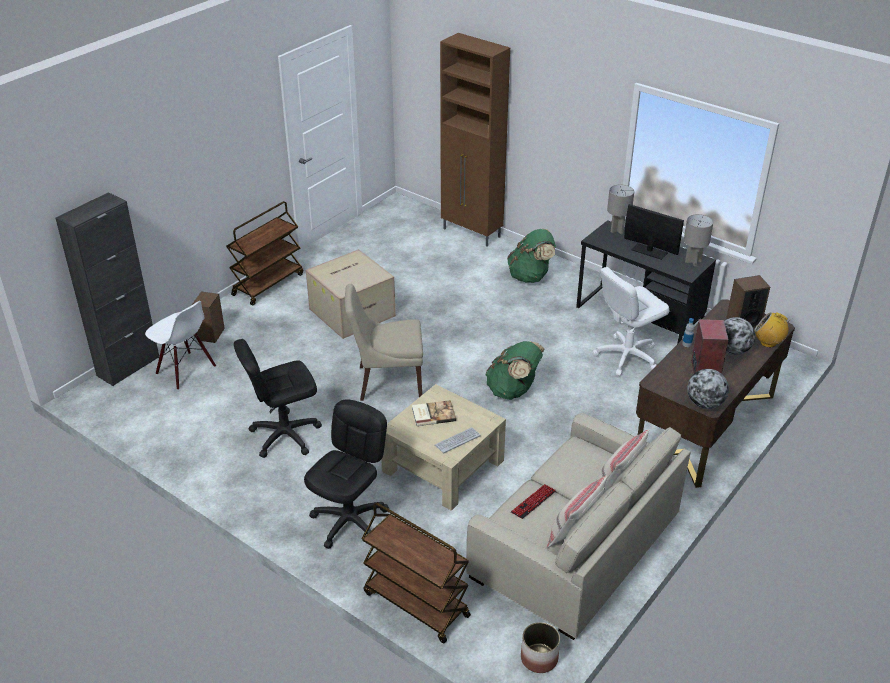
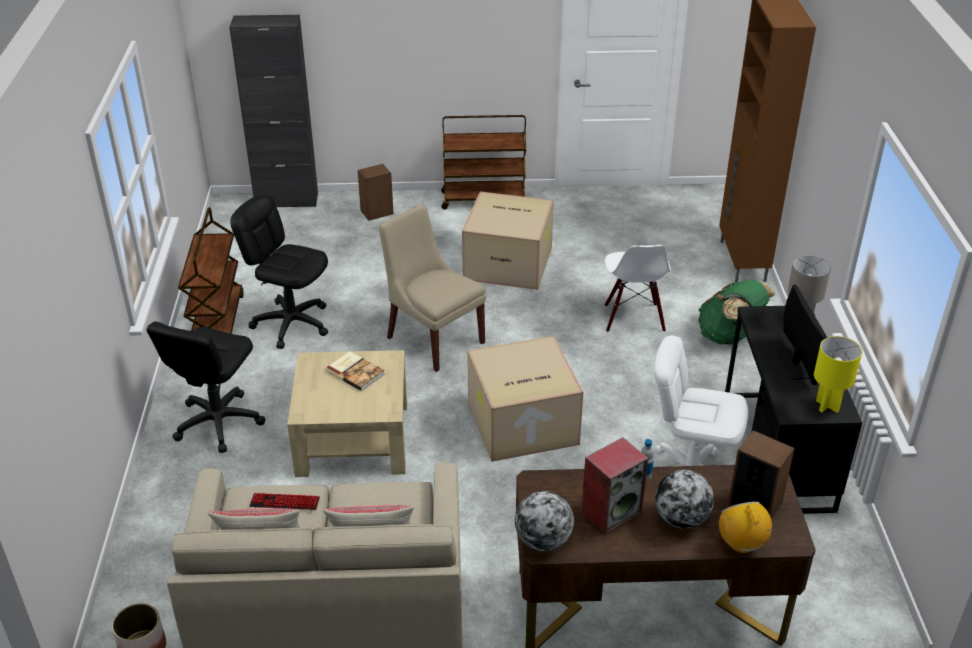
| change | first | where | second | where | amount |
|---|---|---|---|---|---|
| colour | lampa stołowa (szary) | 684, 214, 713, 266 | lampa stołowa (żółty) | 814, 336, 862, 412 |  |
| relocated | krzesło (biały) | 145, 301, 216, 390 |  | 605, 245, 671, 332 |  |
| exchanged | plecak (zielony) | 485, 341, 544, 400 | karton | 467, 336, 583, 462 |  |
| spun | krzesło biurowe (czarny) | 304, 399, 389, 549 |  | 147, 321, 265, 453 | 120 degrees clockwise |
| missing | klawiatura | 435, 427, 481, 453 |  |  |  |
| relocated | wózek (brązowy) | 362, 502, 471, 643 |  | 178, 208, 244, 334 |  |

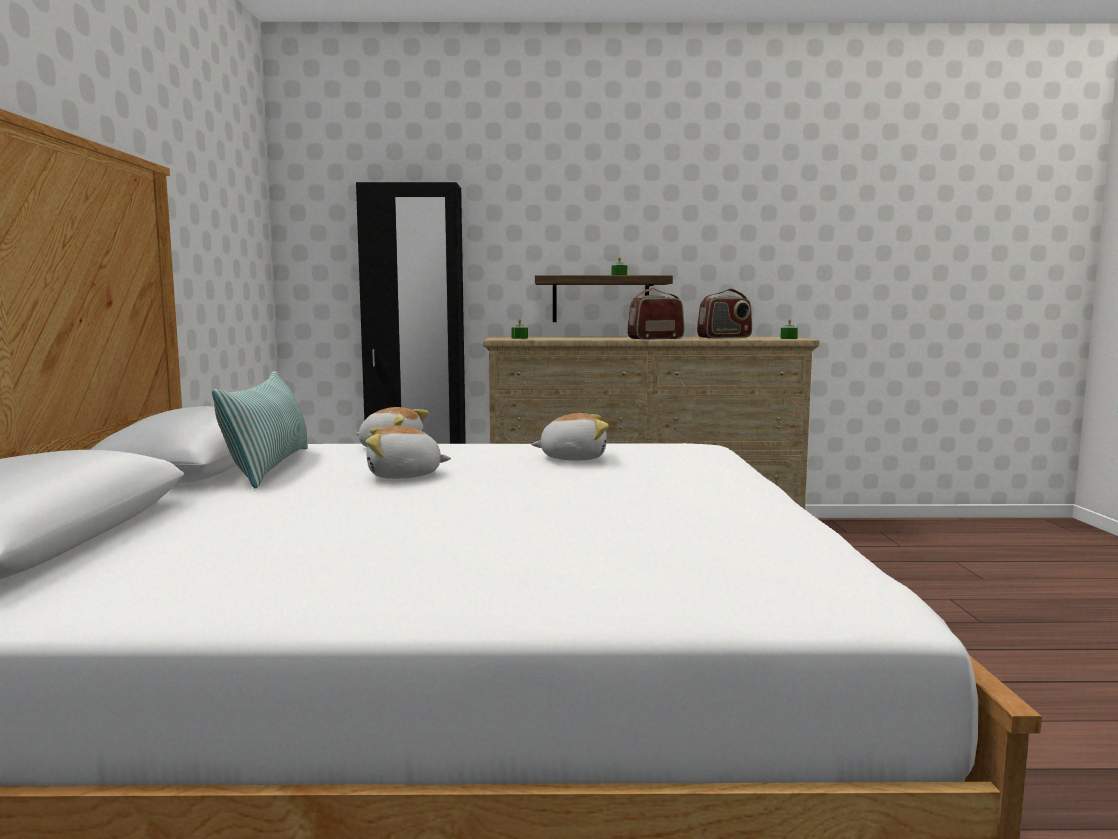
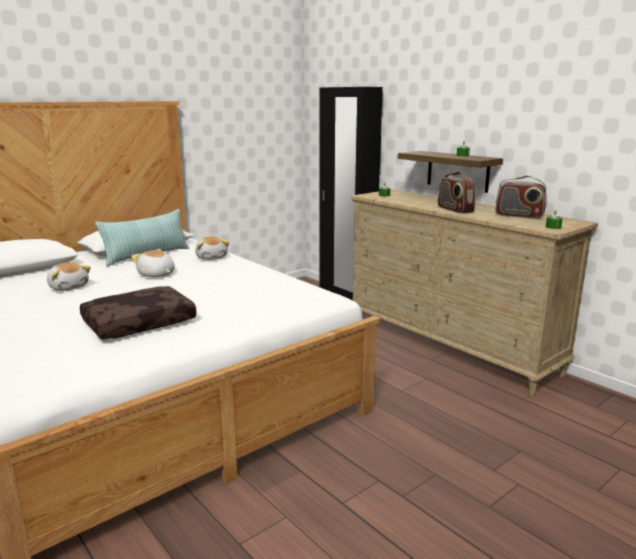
| change | first | where | second | where | amount |
|---|---|---|---|---|---|
| spun | radio | 627, 288, 684, 340 |  | 438, 172, 475, 213 | 135 degrees counterclockwise |
| relocated | pluszak | 531, 413, 609, 460 |  | 47, 262, 91, 291 |  |
| appeared |  |  | poduszka (brązowy) | 80, 286, 197, 340 |  |

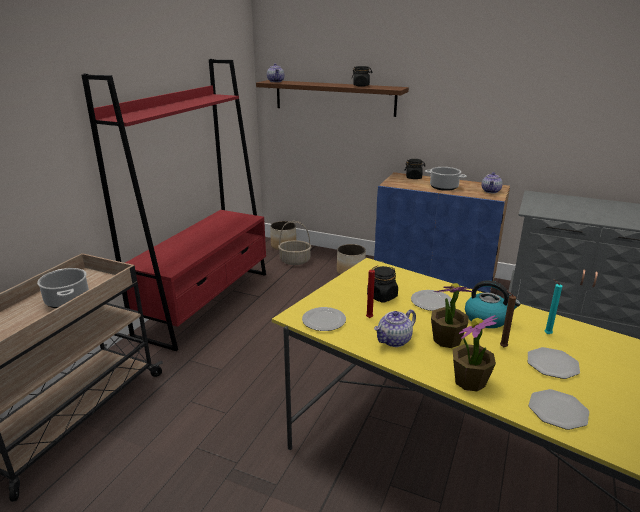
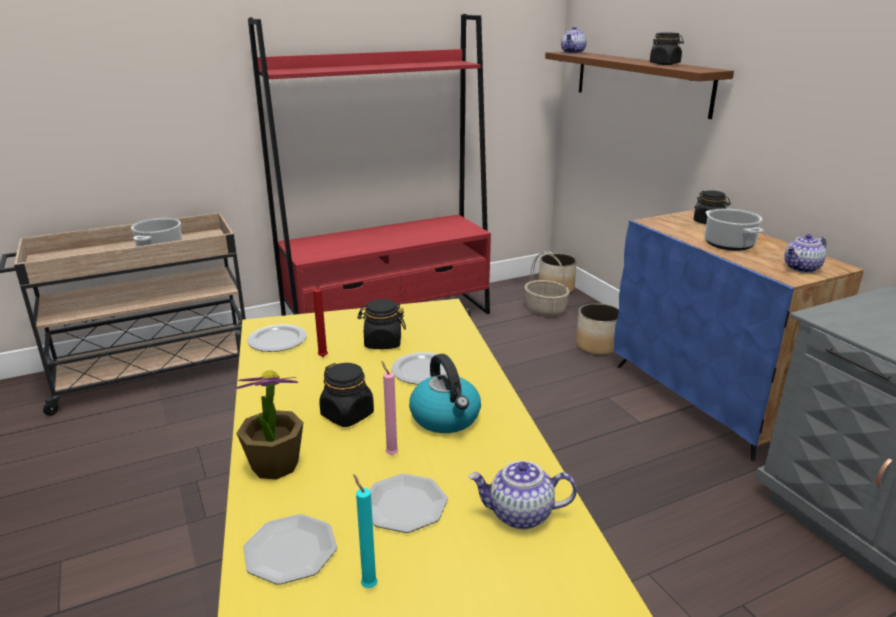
| change | first | where | second | where | amount |
|---|---|---|---|---|---|
| relocated | świeca (turkusowy) | 545, 279, 562, 334 |  | 353, 474, 378, 588 |  |
| exchanged | roślina doniczkowa | 431, 283, 475, 348 | słoik (czarny) | 319, 363, 374, 427 |  |
| colour | świeca (brązowy) | 500, 290, 516, 347 | świeca (różowy) | 381, 361, 399, 455 |  |
| relocated | imbryk | 374, 309, 416, 347 |  | 469, 461, 577, 529 |  |

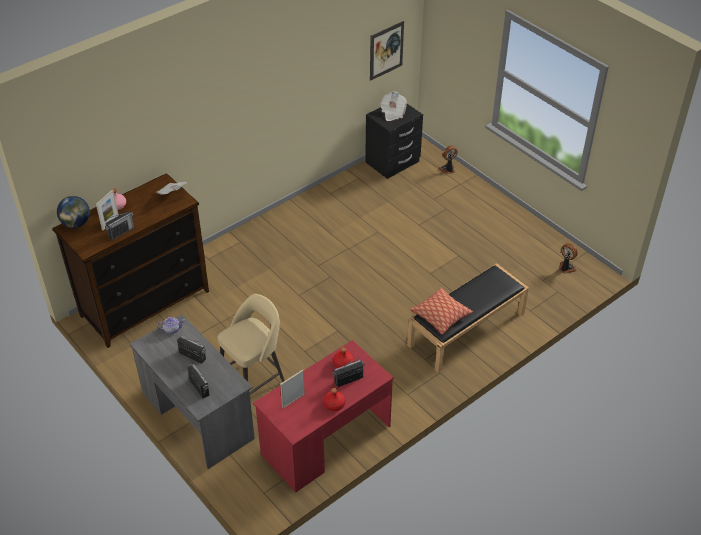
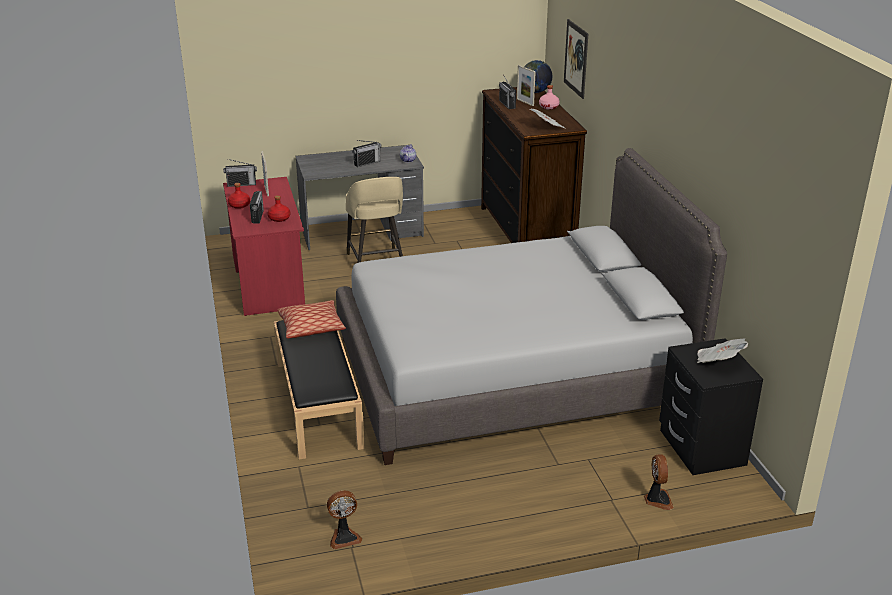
| change | first | where | second | where | amount |
|---|---|---|---|---|---|
| relocated | obraz | 370, 21, 404, 81 |  | 564, 19, 588, 99 |  |
| relocated | radio | 187, 364, 210, 398 |  | 223, 159, 257, 187 |  |
| appeared |  |  | łóżko (szary) | 336, 148, 727, 465 |  |

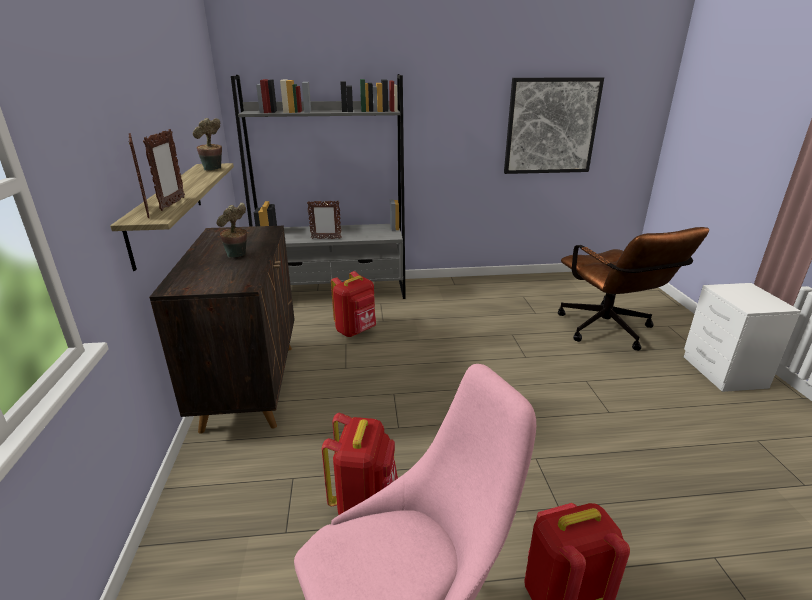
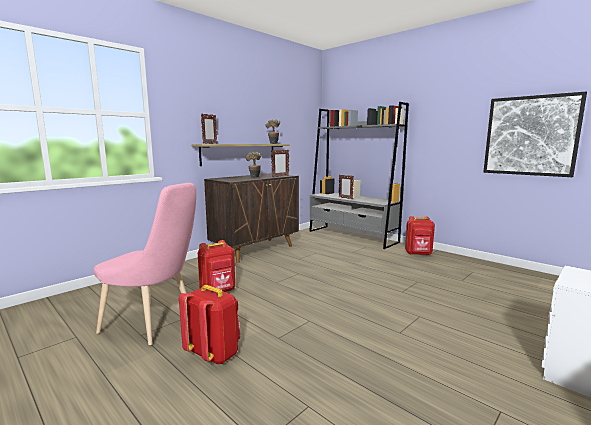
| change | first | where | second | where | amount |
|---|---|---|---|---|---|
| relocated | ramka na zdjęcie | 143, 129, 185, 211 |  | 271, 150, 289, 177 |  |
| missing | krzesło biurowe (brązowy) | 558, 227, 709, 351 |  |  |  |
| relocated | plecak (czerwony) | 331, 271, 376, 337 |  | 405, 216, 435, 255 |  |

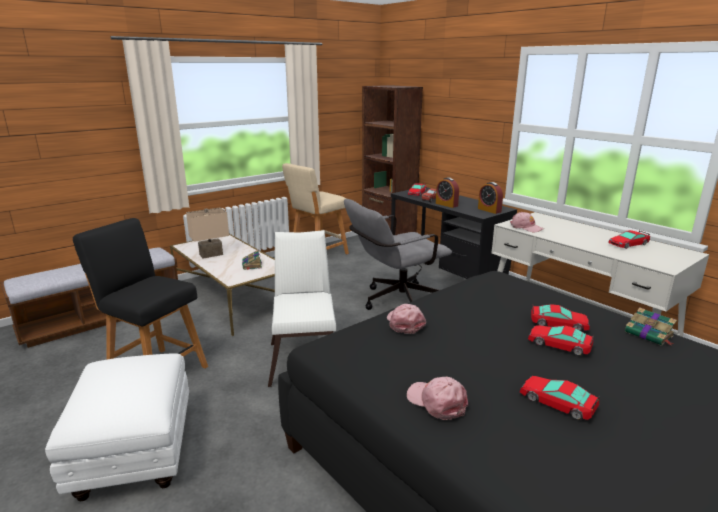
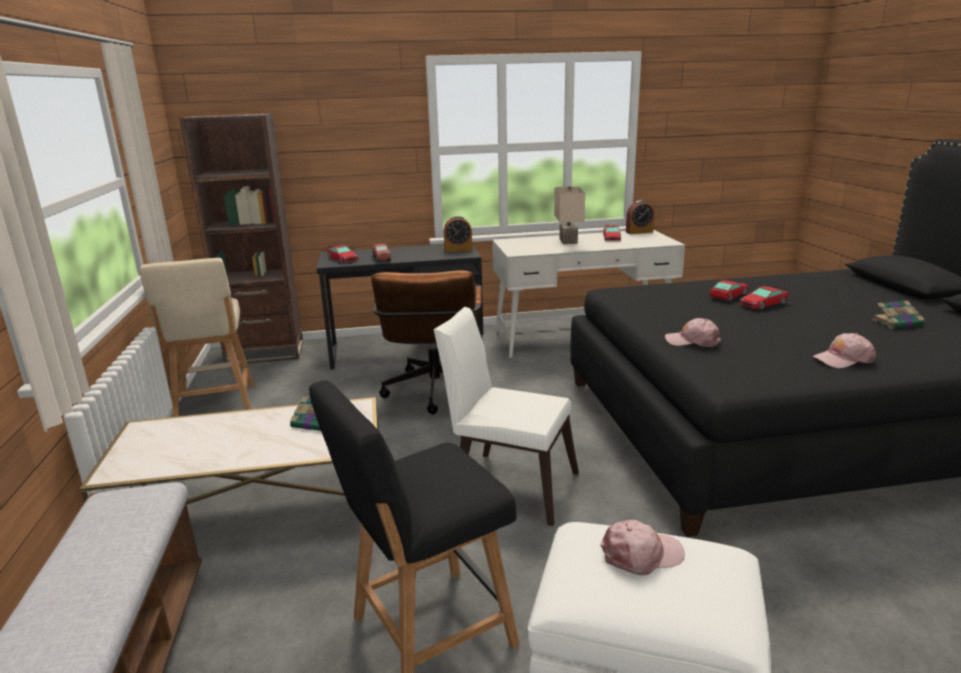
| change | first | where | second | where | amount |
|---|---|---|---|---|---|
| relocated | budzik | 436, 177, 459, 208 |  | 626, 200, 654, 234 |  |
| colour | krzesło biurowe (szary) | 344, 199, 452, 310 | krzesło biurowe (brązowy) | 371, 270, 482, 414 |  |
| relocated | lampa stołowa (beżowy) | 186, 207, 229, 259 |  | 554, 186, 585, 244 |  |
| relocated | czapka z daszkiem (różowy) | 510, 212, 544, 232 |  | 600, 520, 685, 576 |  |
| relocated | książka | 625, 308, 677, 346 |  | 872, 300, 926, 329 |  |
| missing | samochodzik | 520, 376, 600, 420 |  |  |  |

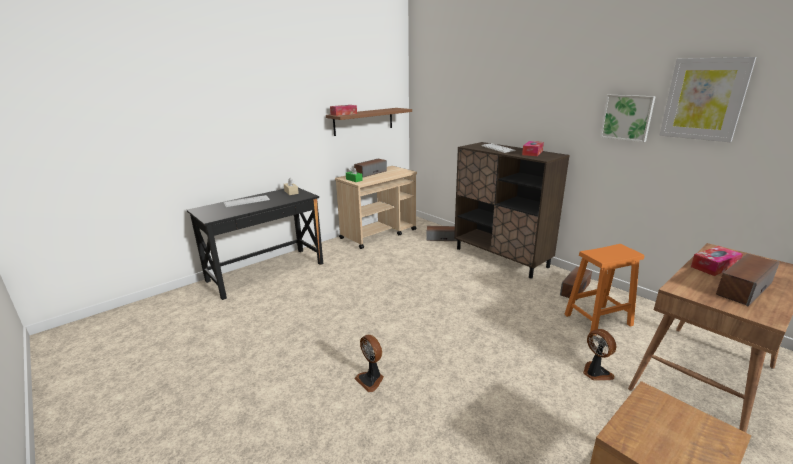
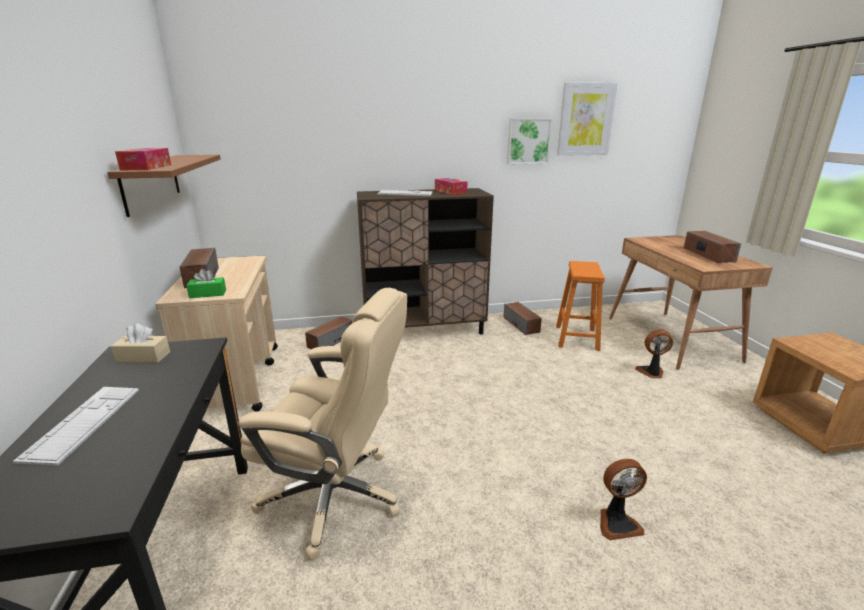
| change | first | where | second | where | amount |
|---|---|---|---|---|---|
| missing | pudełko chusteczek | 691, 246, 743, 276 |  |  |  |
| appeared |  |  | krzesło biurowe (beżowy) | 238, 288, 407, 560 |  |

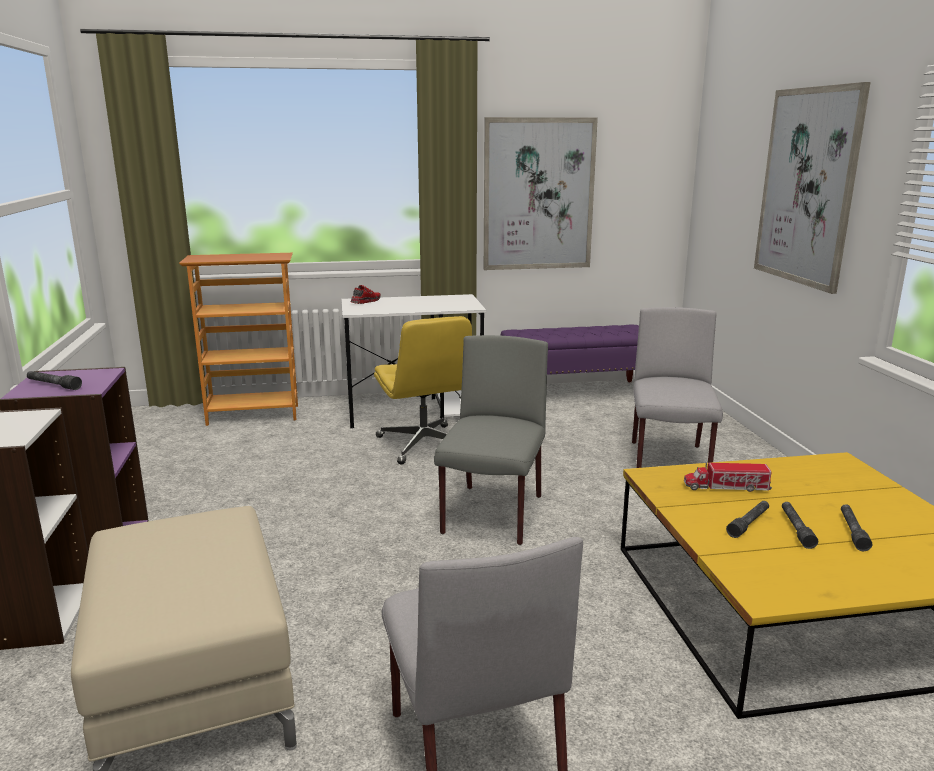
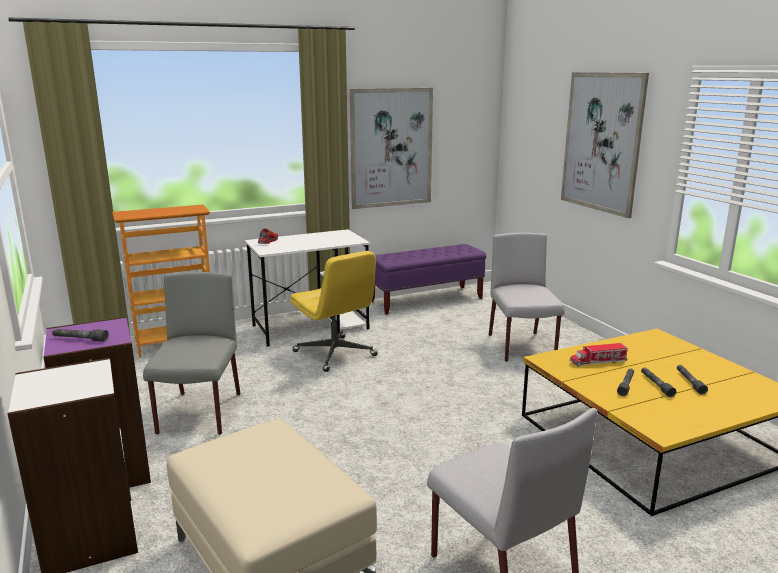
| change | first | where | second | where | amount |
|---|---|---|---|---|---|
| relocated | krzesło (szary) | 434, 335, 548, 545 |  | 143, 272, 240, 435 |  |

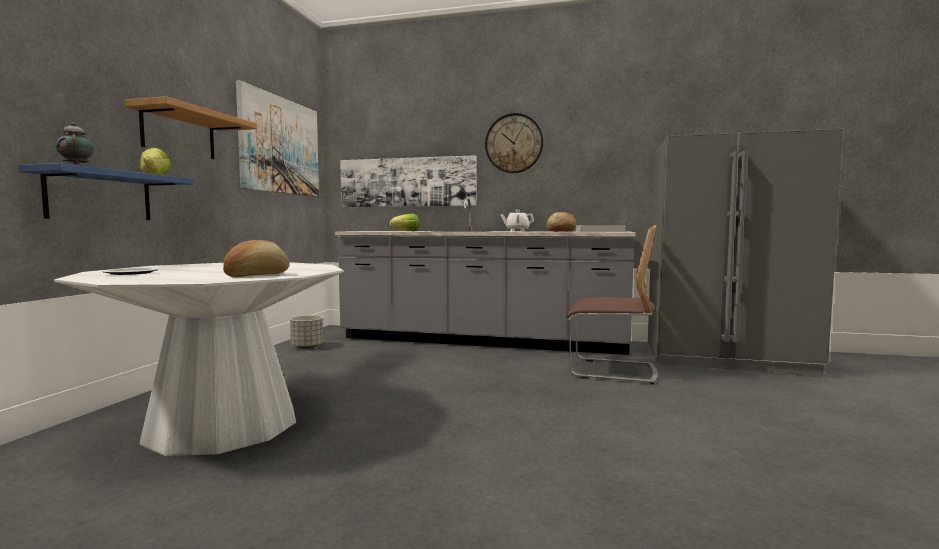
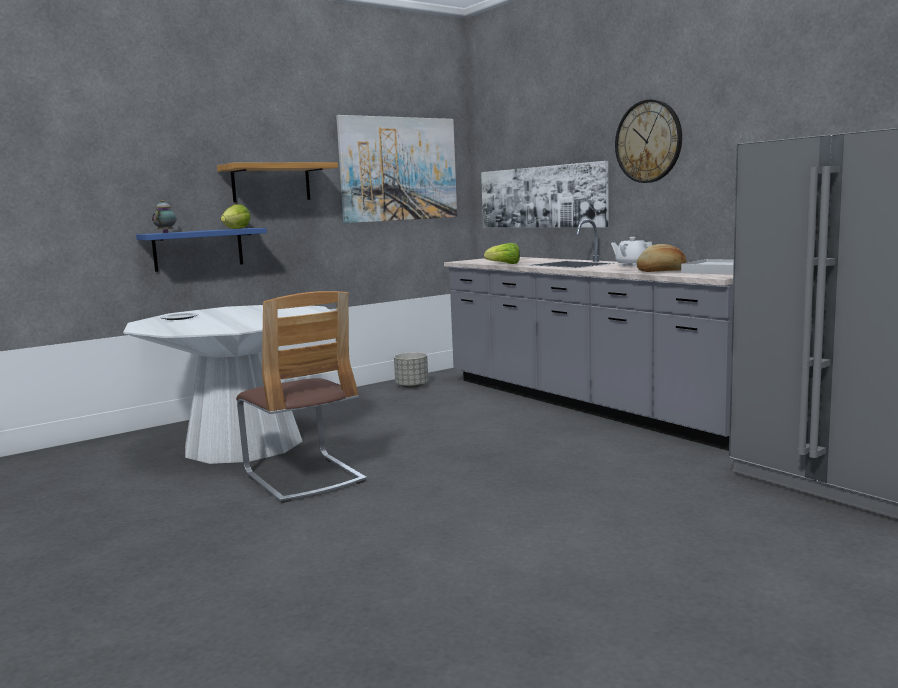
| change | first | where | second | where | amount |
|---|---|---|---|---|---|
| relocated | krzesło | 566, 225, 657, 384 |  | 236, 291, 367, 503 |  |
| missing | chleb | 223, 240, 289, 277 |  |  |  |

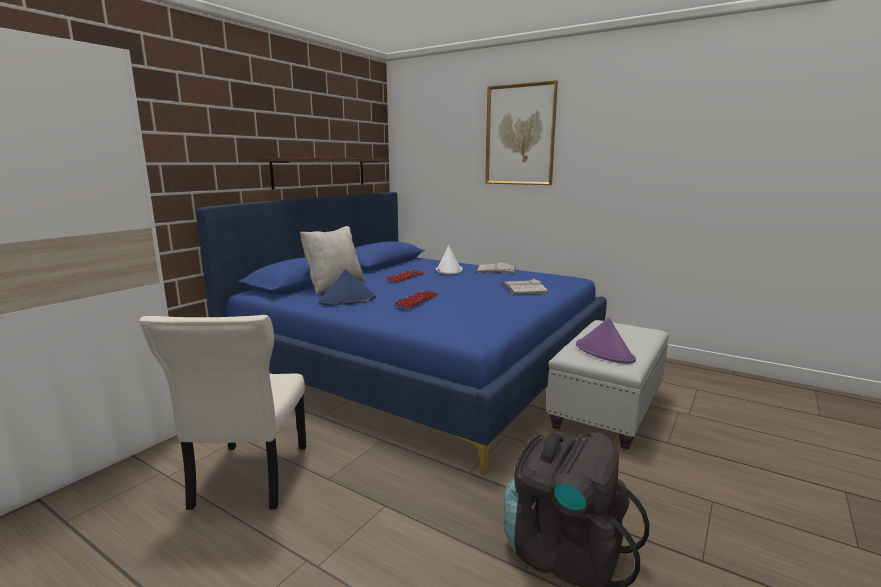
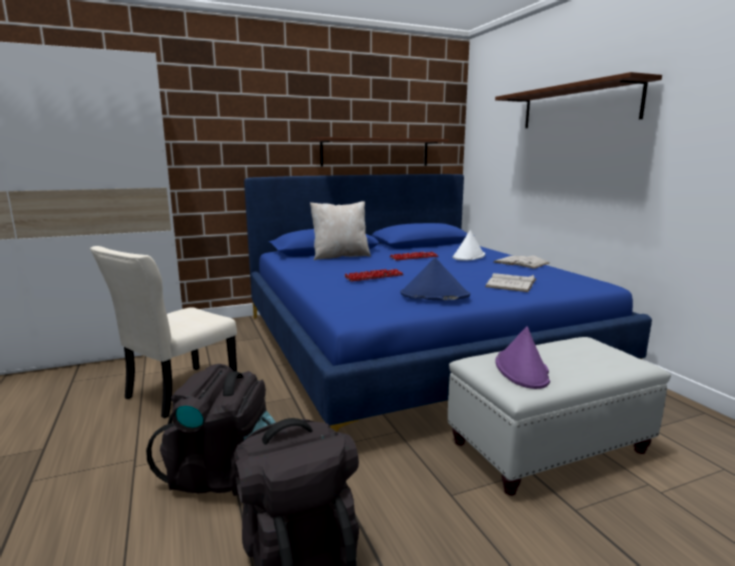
| change | first | where | second | where | amount |
|---|---|---|---|---|---|
| exchanged | obraz | 485, 80, 558, 185 | półka (brązowy) | 495, 72, 662, 128 |  |
| relocated | kapelusz (niebieski) | 319, 269, 376, 306 |  | 400, 258, 470, 300 |  |
| appeared |  |  | plecak (czarny) | 146, 364, 276, 496 |  |

